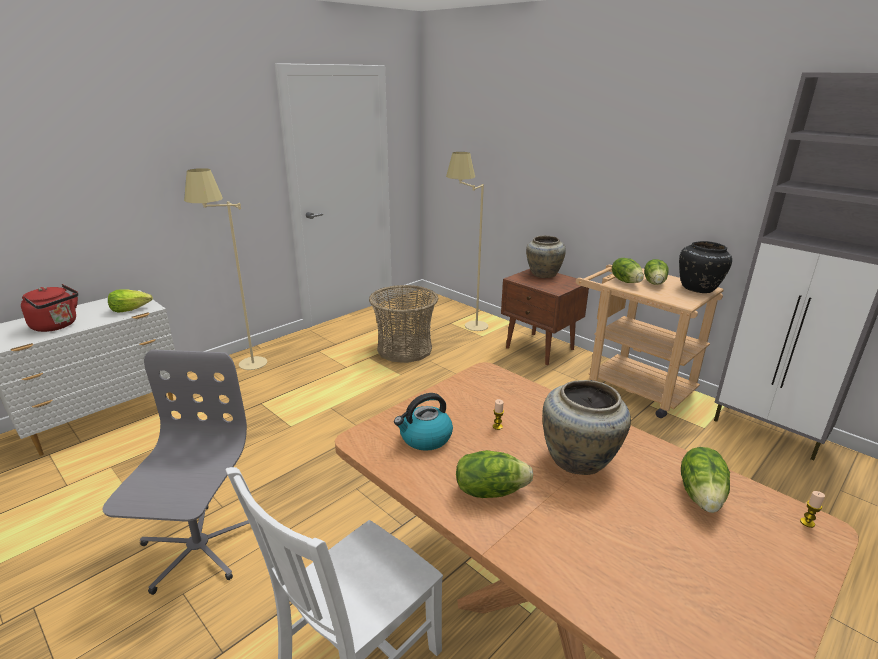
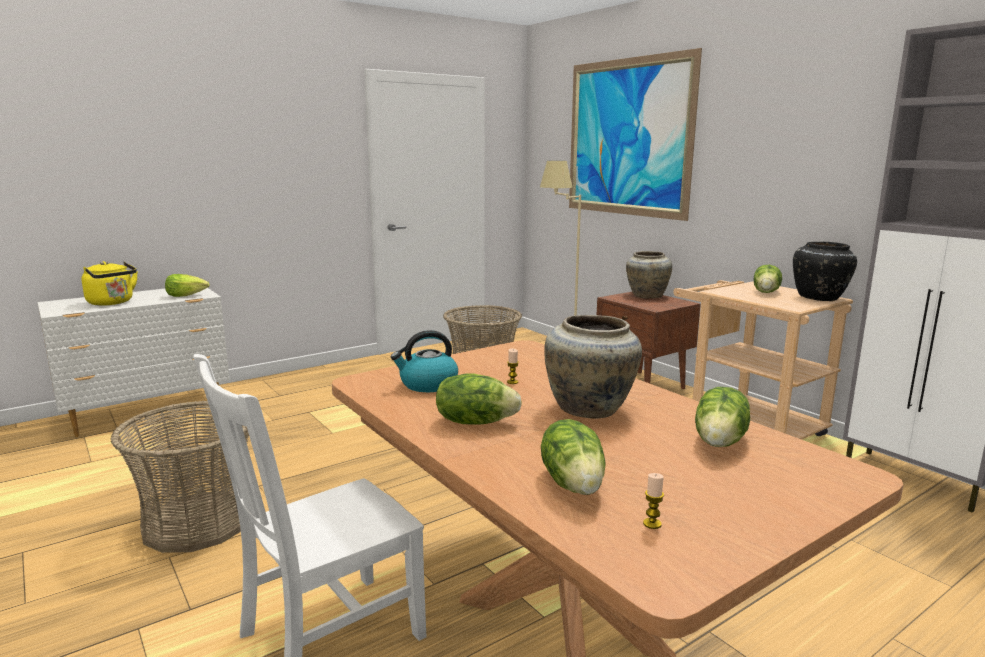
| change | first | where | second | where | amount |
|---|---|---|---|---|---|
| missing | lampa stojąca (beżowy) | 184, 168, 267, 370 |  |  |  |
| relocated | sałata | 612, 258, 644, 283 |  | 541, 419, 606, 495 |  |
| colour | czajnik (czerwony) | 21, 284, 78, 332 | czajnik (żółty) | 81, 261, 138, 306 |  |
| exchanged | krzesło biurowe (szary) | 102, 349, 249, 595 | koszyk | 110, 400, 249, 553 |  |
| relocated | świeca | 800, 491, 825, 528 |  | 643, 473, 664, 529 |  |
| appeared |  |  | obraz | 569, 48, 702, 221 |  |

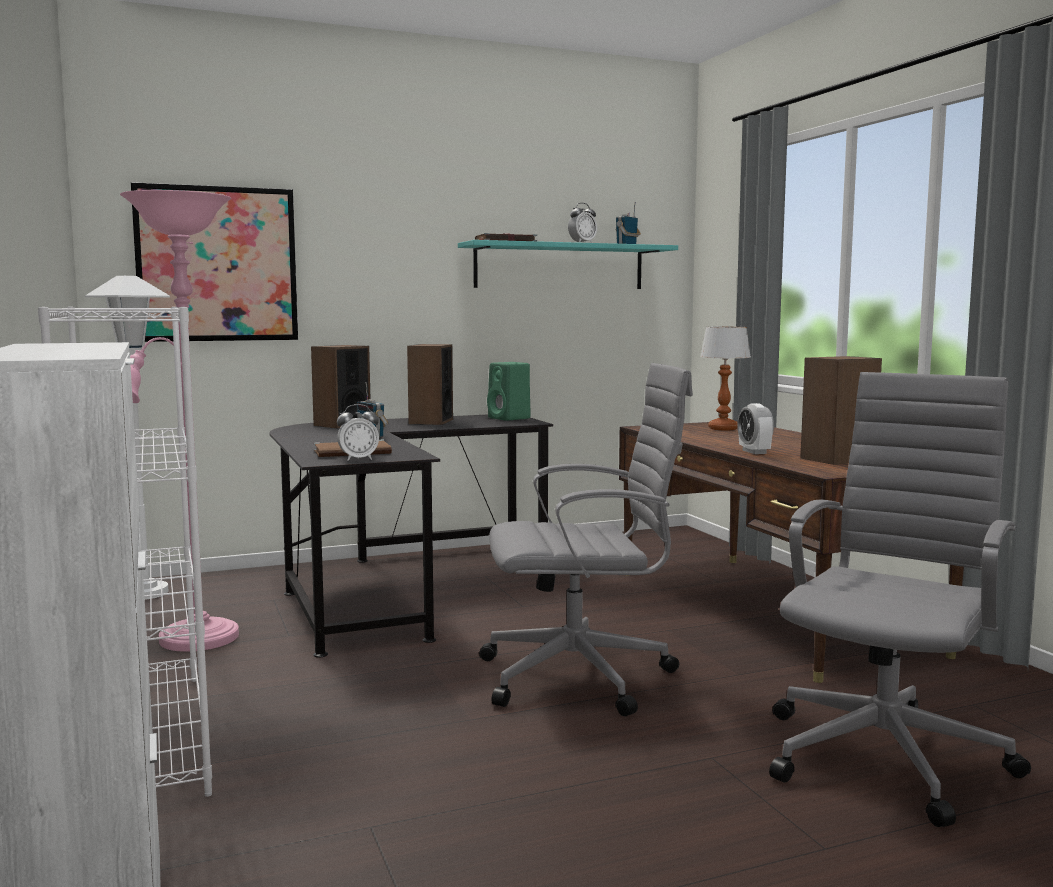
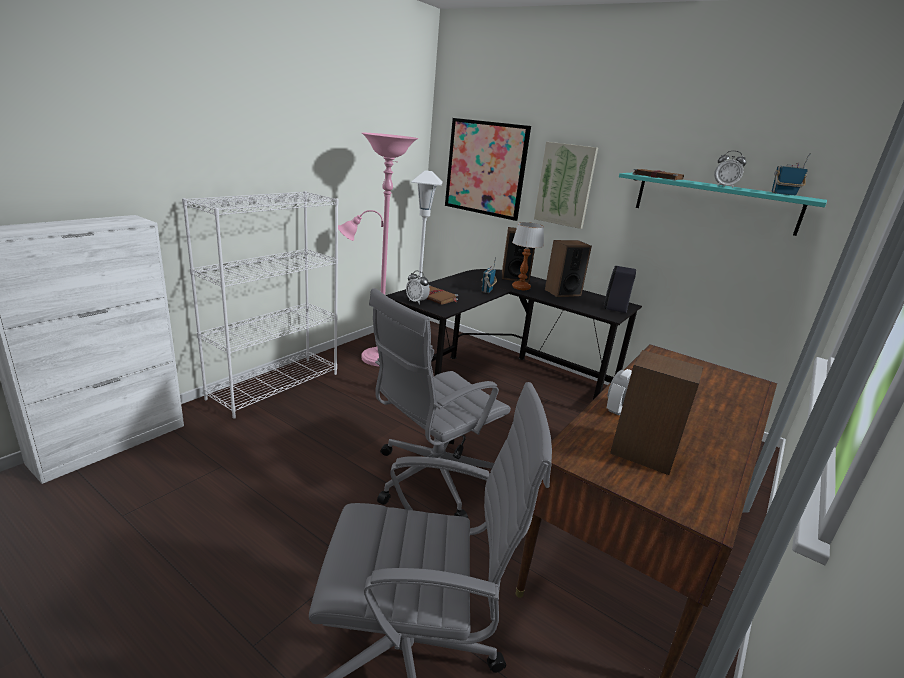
| change | first | where | second | where | amount |
|---|---|---|---|---|---|
| relocated | lampa stołowa | 700, 327, 751, 430 |  | 512, 222, 544, 290 |  |
| colour | głośnik (zielony) | 487, 362, 531, 421 | głośnik (czarny) | 604, 266, 636, 313 |  |
| spun | krzesło biurowe (szary) | 479, 363, 693, 716 |  | 369, 288, 511, 518 | 90 degrees clockwise |
| appeared |  |  | obraz | 534, 142, 598, 229 |  |

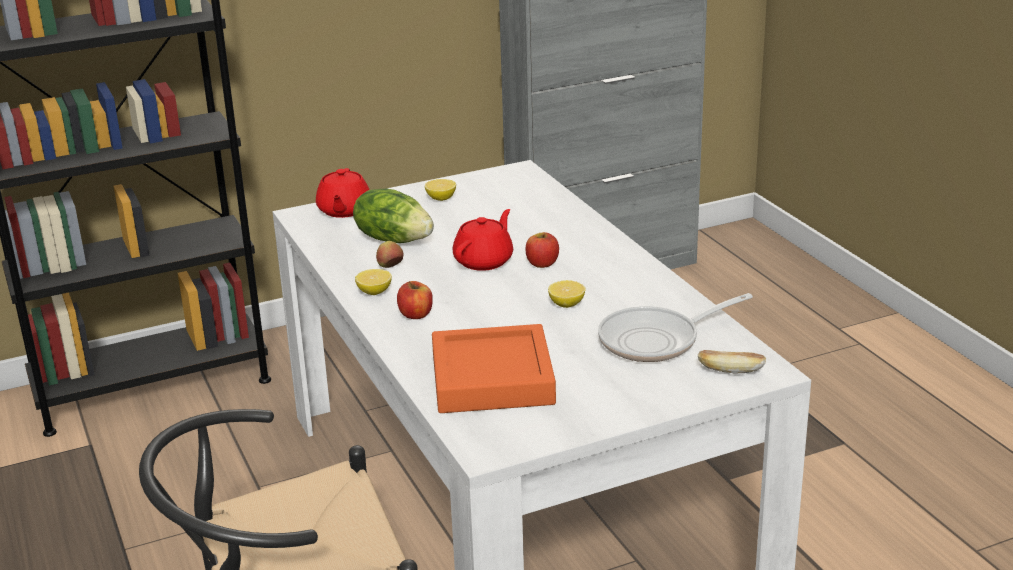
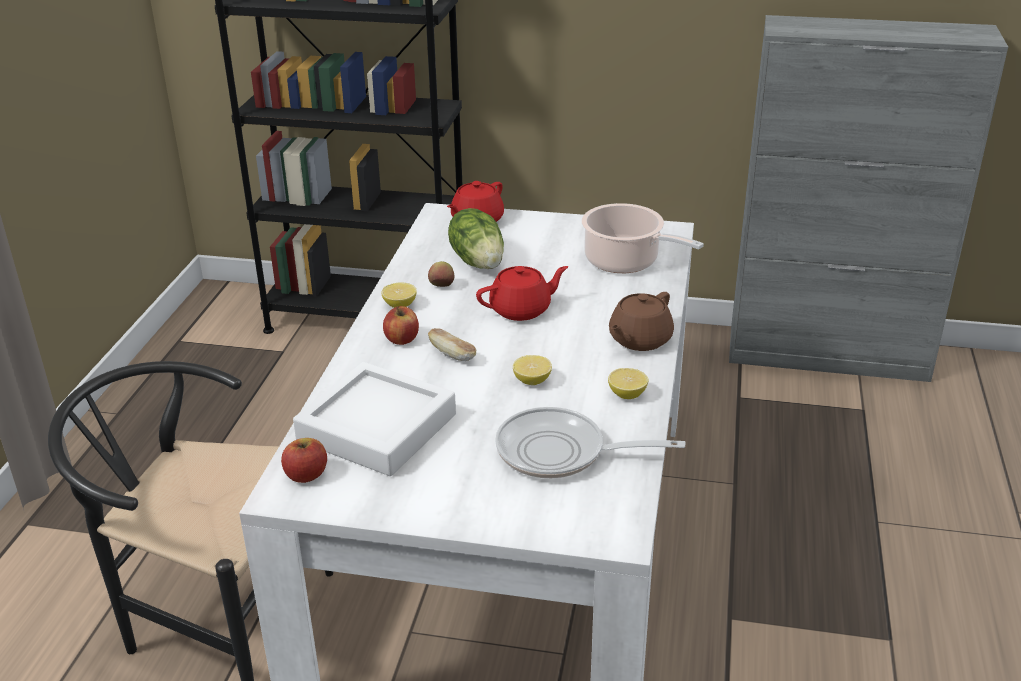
| change | first | where | second | where | amount |
|---|---|---|---|---|---|
| relocated | cytryna | 425, 179, 456, 201 |  | 608, 368, 648, 399 |  |
| relocated | jabłko | 526, 232, 559, 268 |  | 281, 438, 327, 483 |  |
| colour | taca (pomarańczowy) | 432, 324, 556, 413 | taca (biały) | 293, 362, 456, 476 |  |
| relocated | chleb | 697, 350, 766, 374 |  | 428, 328, 476, 361 |  |
| appeared |  |  | garnek | 582, 203, 704, 273 |  |
| appeared |  |  | imbryk (brązowy) | 609, 292, 674, 351 |  |

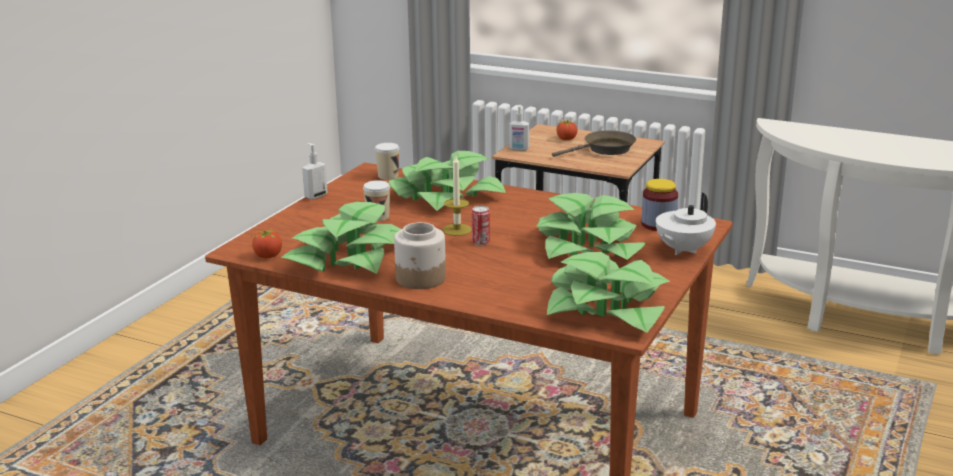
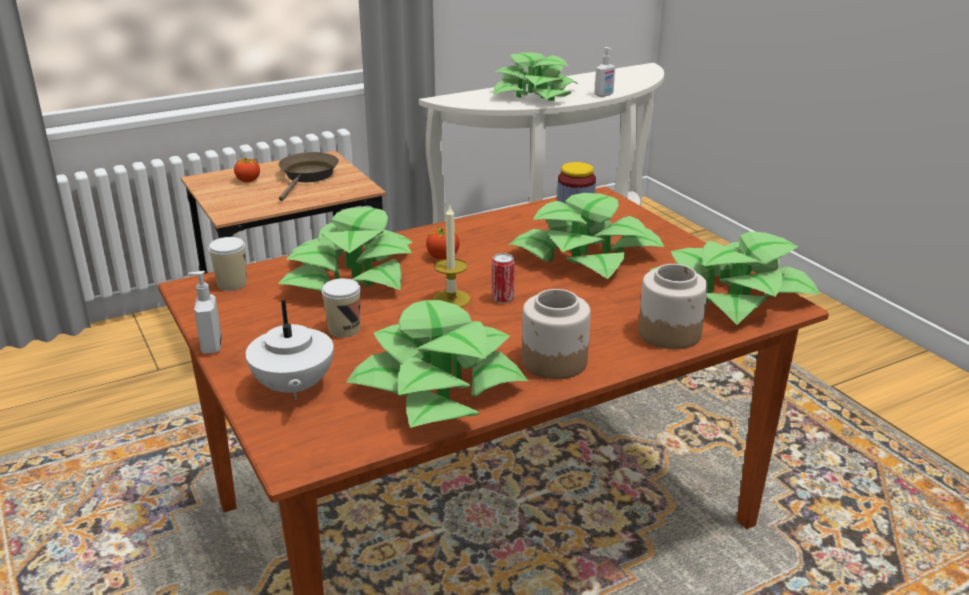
| change | first | where | second | where | amount |
|---|---|---|---|---|---|
| relocated | dozownik mydła | 509, 105, 529, 151 |  | 595, 47, 615, 97 |  |
| relocated | imbryk (biały) | 656, 193, 716, 255 |  | 245, 300, 334, 400 |  |
| relocated | pomidor | 251, 229, 282, 258 |  | 426, 226, 460, 260 |  |
| appeared |  |  | roślina doniczkowa | 493, 52, 579, 101 |  |
| appeared |  |  | słoik | 638, 264, 708, 349 |  |

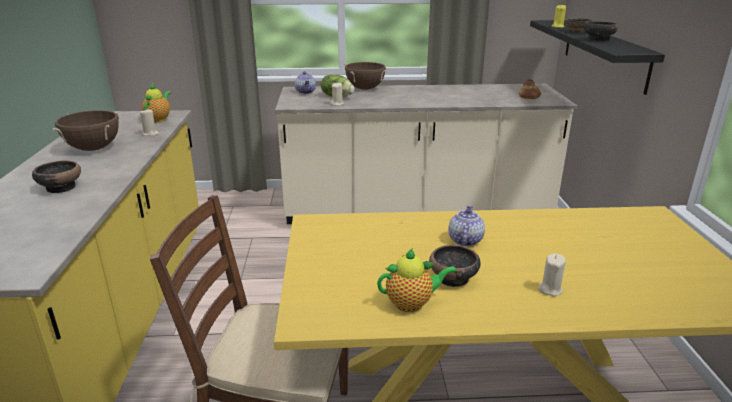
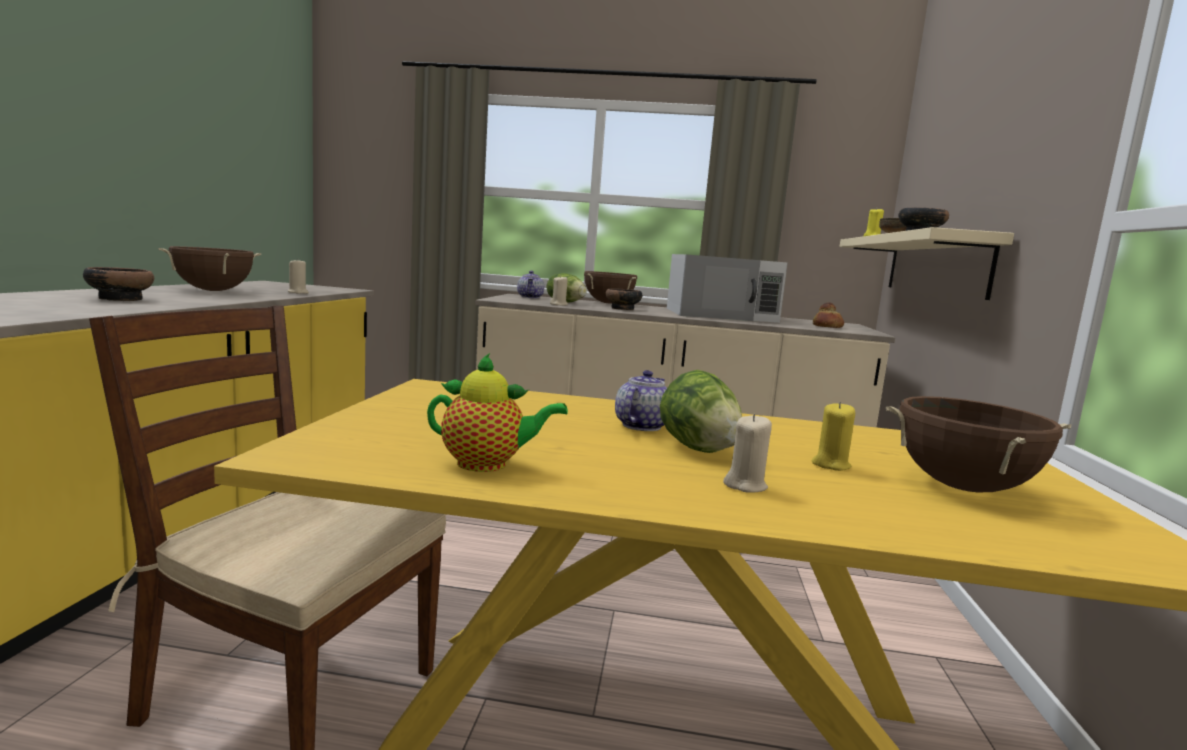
| change | first | where | second | where | amount |
|---|---|---|---|---|---|
| colour | półka (czarny) | 530, 20, 665, 95 | półka (beżowy) | 839, 227, 1014, 300 |  |
| missing | imbryk | 142, 83, 171, 122 |  |  |  |
| relocated | miska | 429, 245, 481, 287 |  | 606, 288, 643, 310 |  |
| appeared |  |  | mikrofalówka (biały) | 667, 254, 788, 323 |  |
| appeared |  |  | sałata | 660, 370, 742, 453 |  |
| appeared |  |  | garnek (brązowy) | 886, 396, 1071, 492 |  |
| appeared |  |  | świeca (żółty) | 812, 402, 855, 471 |  |

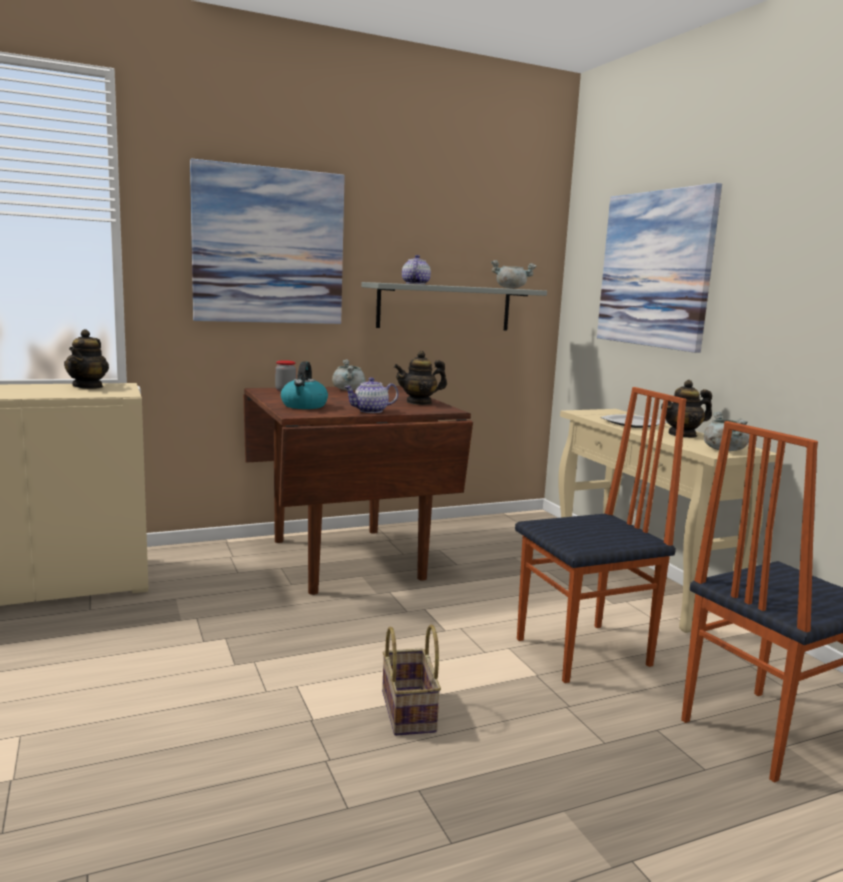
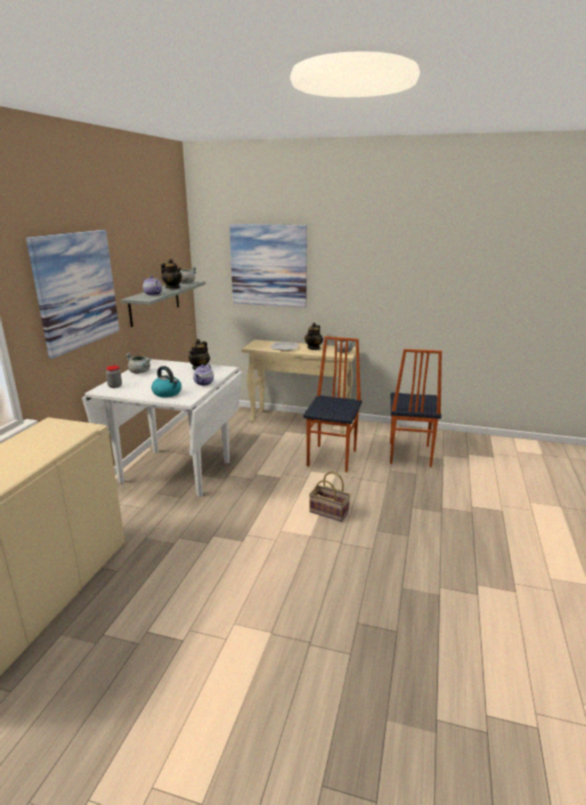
| change | first | where | second | where | amount |
|---|---|---|---|---|---|
| relocated | imbryk | 64, 329, 109, 389 |  | 161, 259, 182, 289 |  |
| colour | stół jadalny (brązowy) | 243, 386, 473, 595 | stół jadalny (biały) | 82, 359, 242, 497 |  |

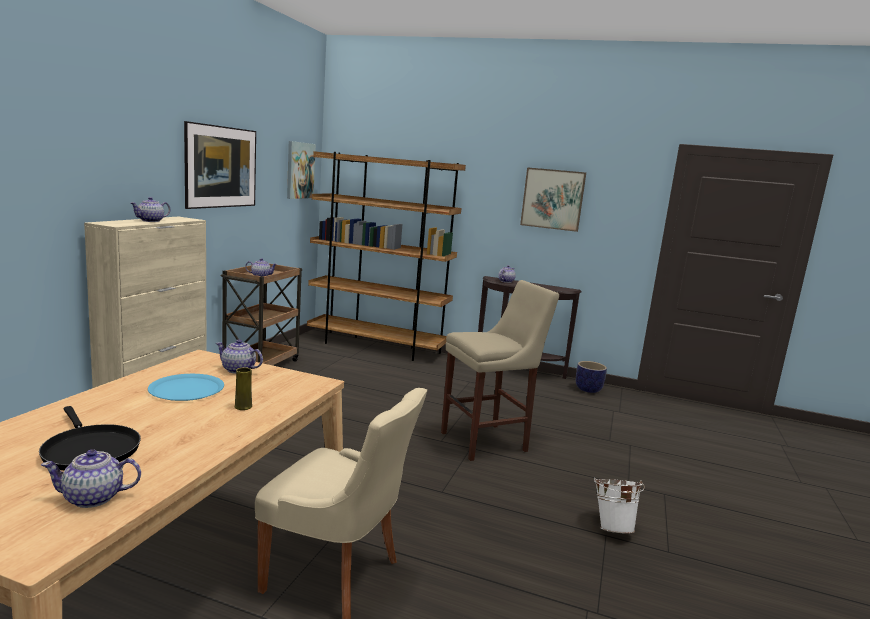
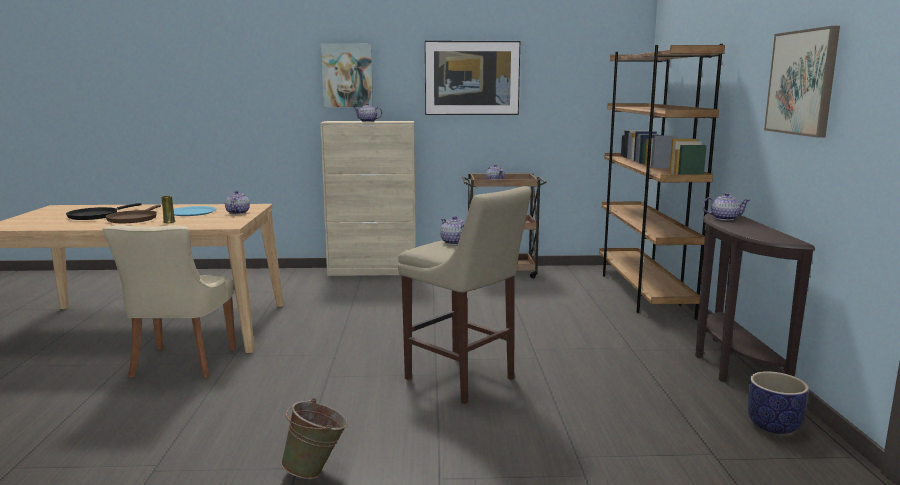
| change | first | where | second | where | amount |
|---|---|---|---|---|---|
| relocated | obraz | 287, 141, 316, 199 |  | 321, 44, 373, 107 |  |
| relocated | imbryk | 41, 449, 141, 508 |  | 440, 216, 464, 245 |  |
| colour | wiadro (biały) | 594, 478, 645, 534 | wiadro (zielony) | 281, 398, 348, 479 |  |
| appeared |  |  | patelnia (brązowy) | 105, 205, 161, 223 |  |

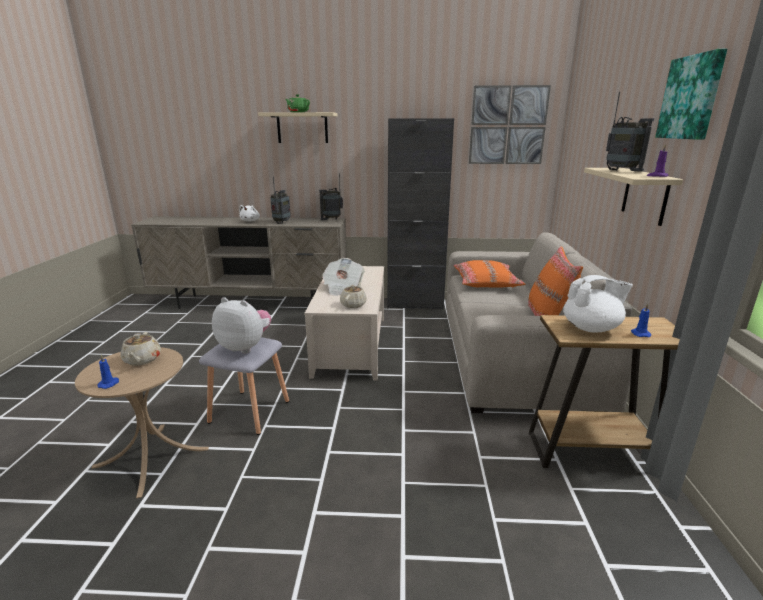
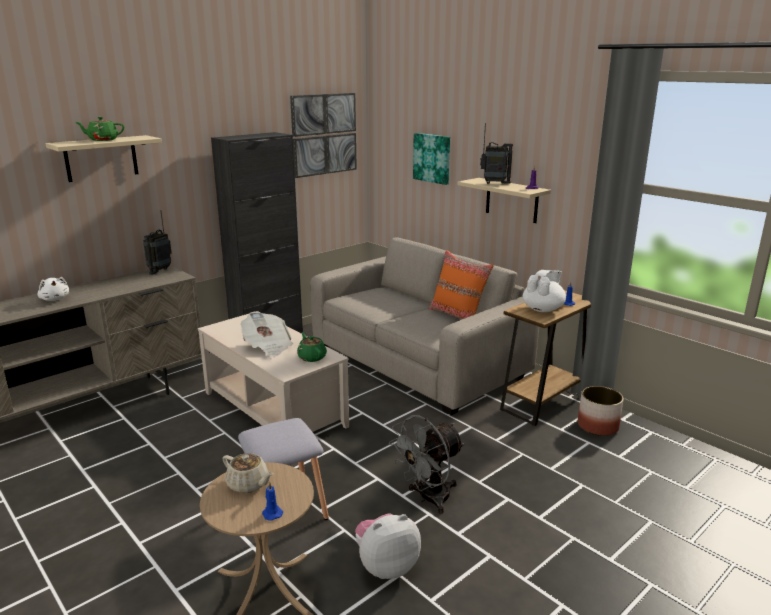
| change | first | where | second | where | amount |
|---|---|---|---|---|---|
| relocated | obraz | 655, 49, 727, 140 |  | 413, 133, 450, 185 |  |
| missing | radio | 270, 177, 291, 224 |  |  |  |
| missing | poduszka (pomarańczowy) | 454, 260, 525, 288 |  |  |  |
| colour | imbryk (beżowy) | 340, 282, 367, 308 | imbryk (zielony) | 297, 332, 327, 362 |  |
| relocated | pluszak | 212, 297, 271, 354 |  | 355, 513, 421, 579 |  |
| appeared |  |  | donica | 578, 386, 623, 436 |  |
| appeared |  |  | wentylator (szary) | 389, 415, 464, 514 |  |

